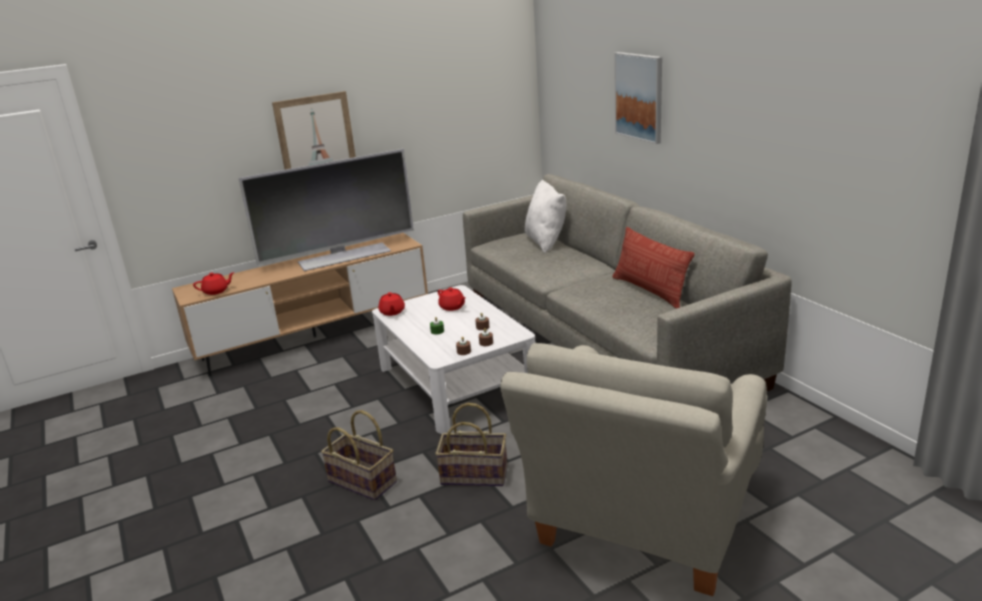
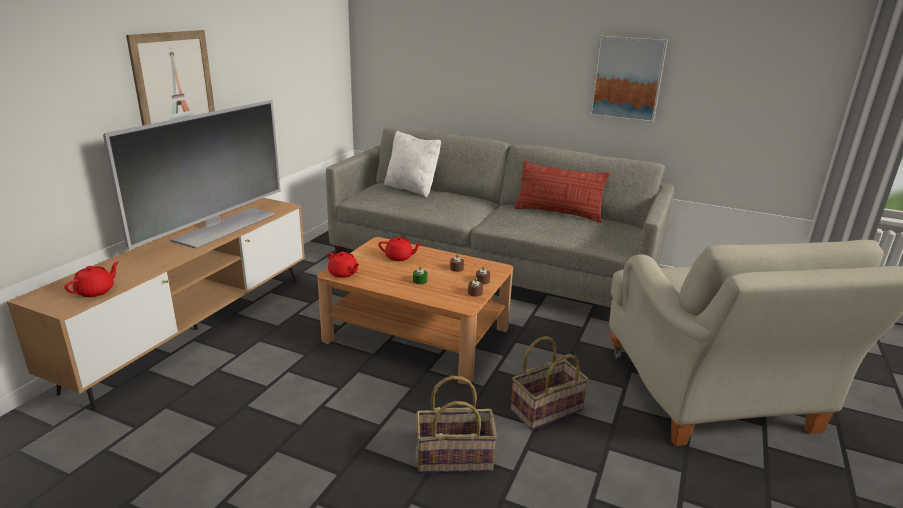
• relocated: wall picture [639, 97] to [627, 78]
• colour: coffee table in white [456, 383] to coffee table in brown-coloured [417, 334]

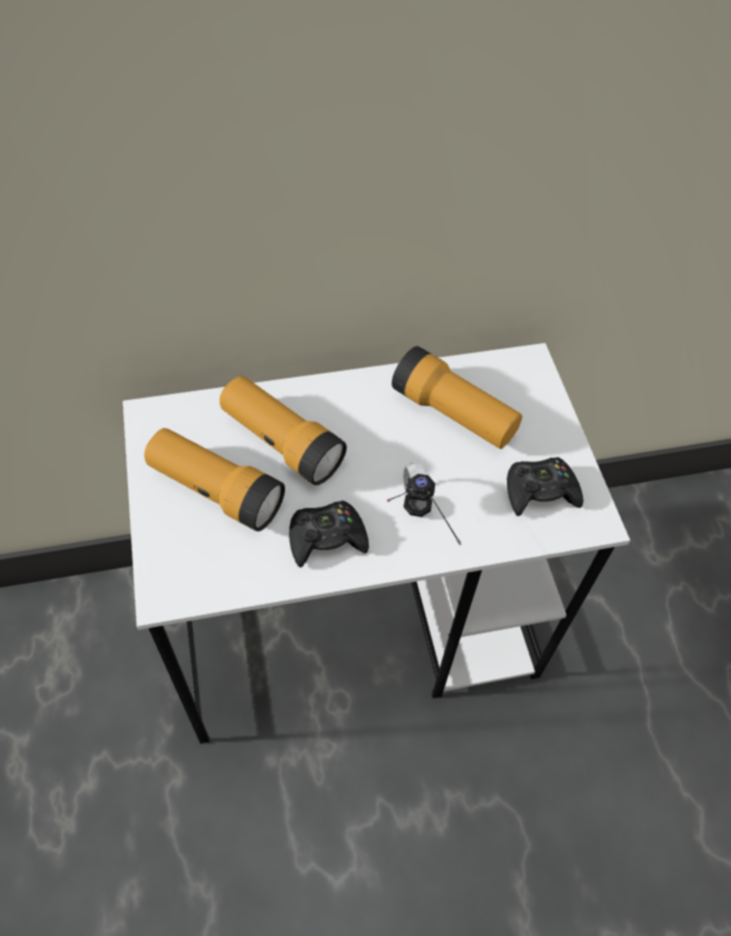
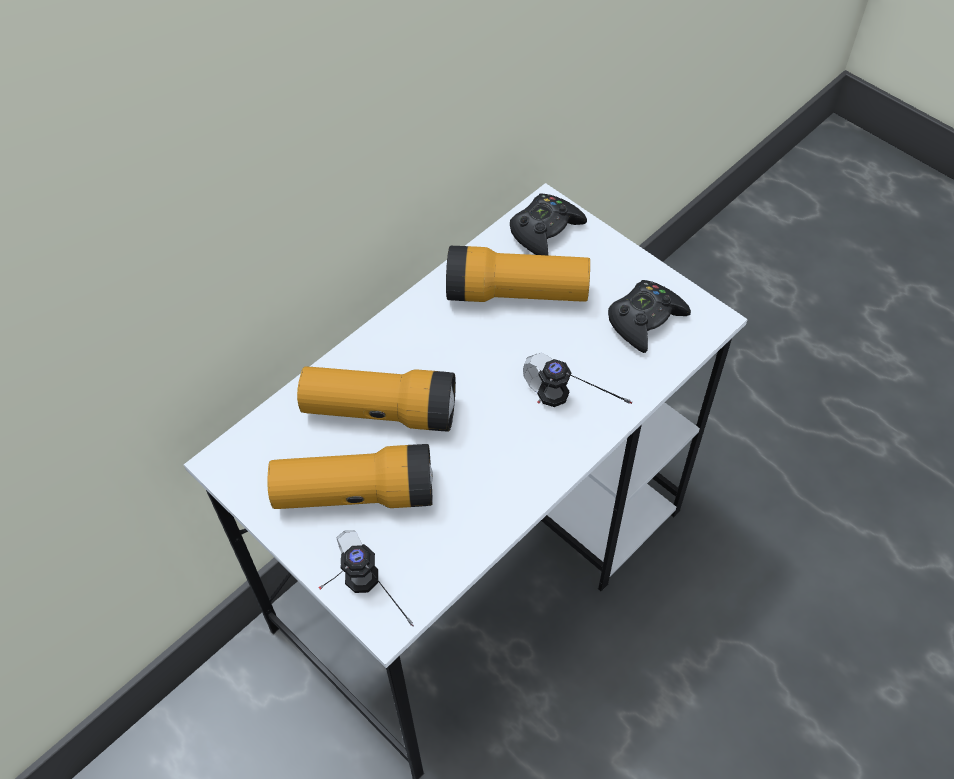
• appeared: headset [361, 604]
• relocated: gamepad in blackish [327, 538] to [545, 231]

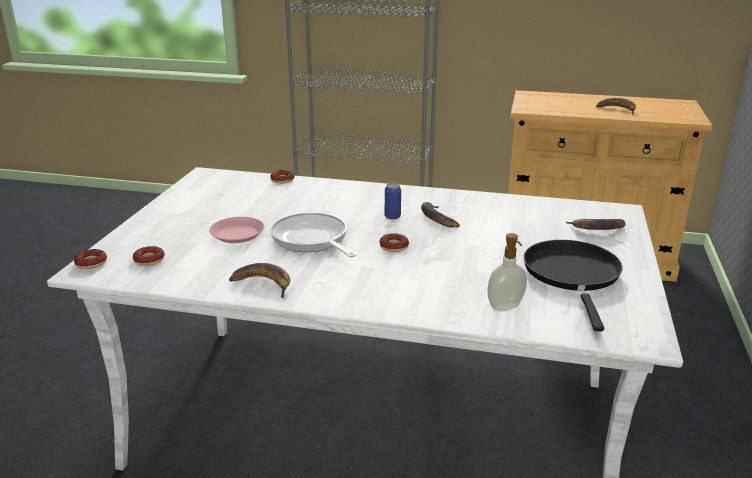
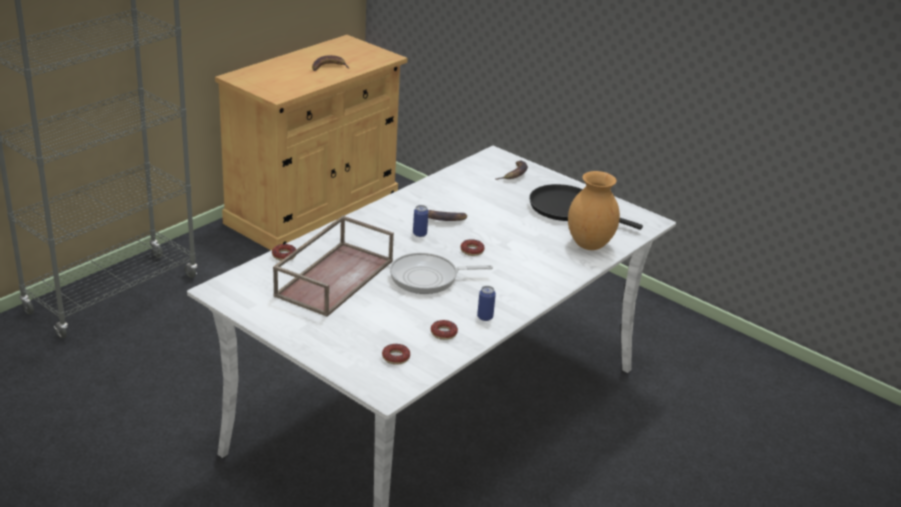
• missing: flat dish in pink-coloured [237, 234]
• appeared: tray in brown-coloured [334, 277]
• relocated: doughnut [91, 263] to [443, 333]
• exchanged: banana fruit [263, 284] to can [485, 317]
• exchanged: soap bottle [506, 307] to vase in brown-coloured [588, 245]

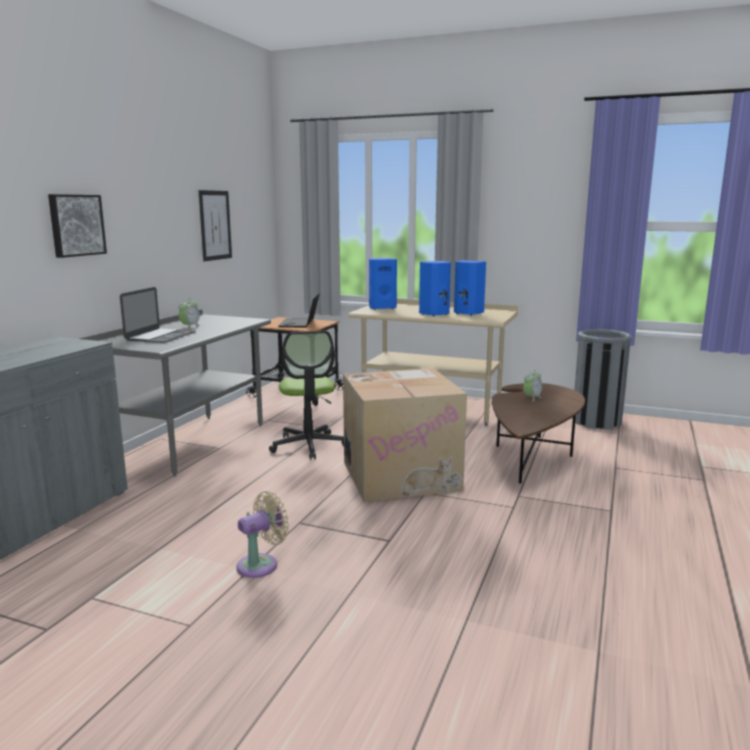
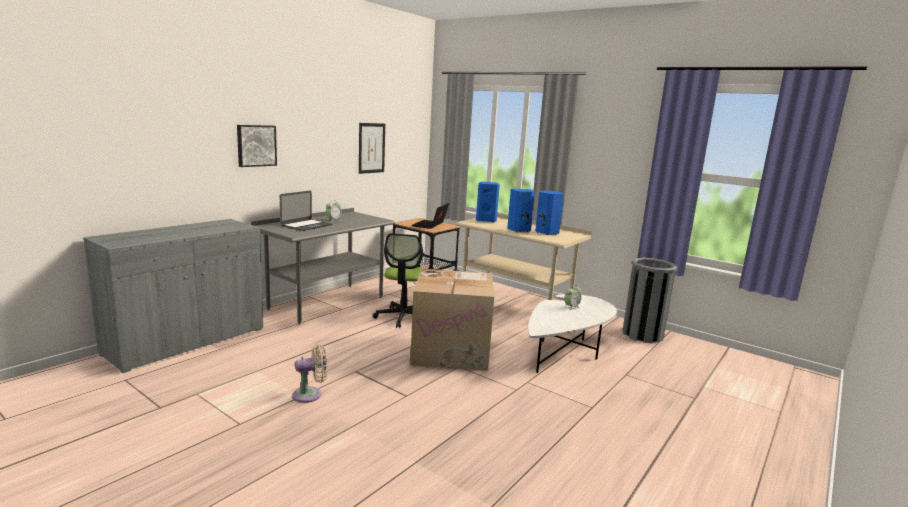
• colour: coffee table in brown-coloured [533, 454] to coffee table in white [566, 352]

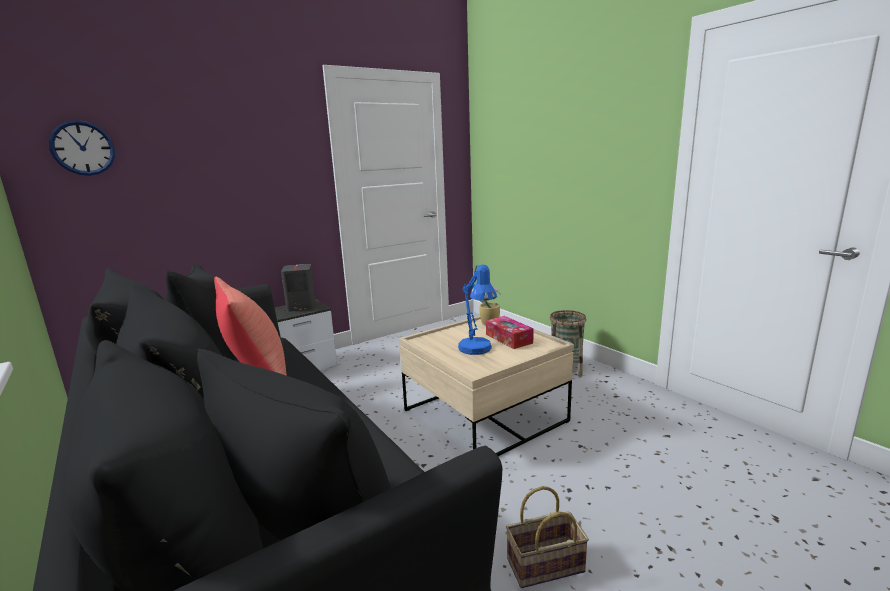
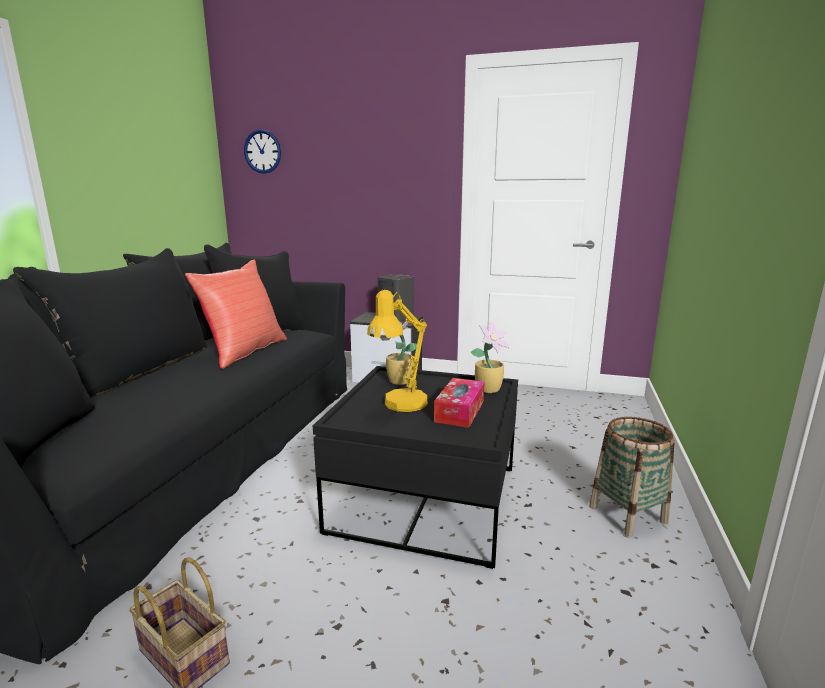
• appeared: houseplant [398, 381]
• colour: coffee table in beige-coloured [484, 416] to coffee table in blackish [425, 499]
• colour: table lamp in blue [477, 351] to table lamp in yellow-coloured [400, 406]

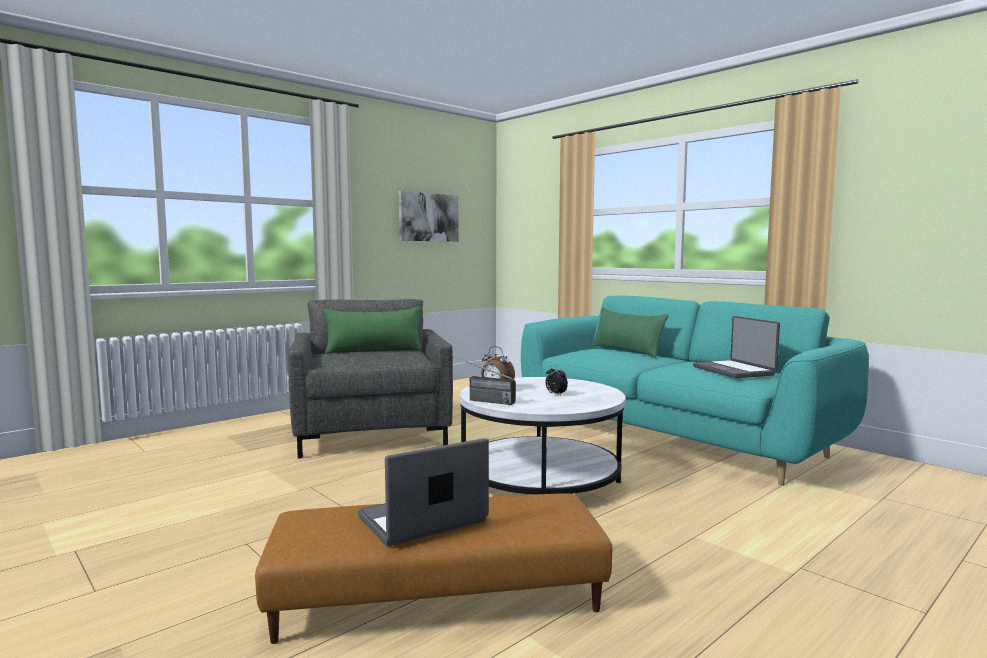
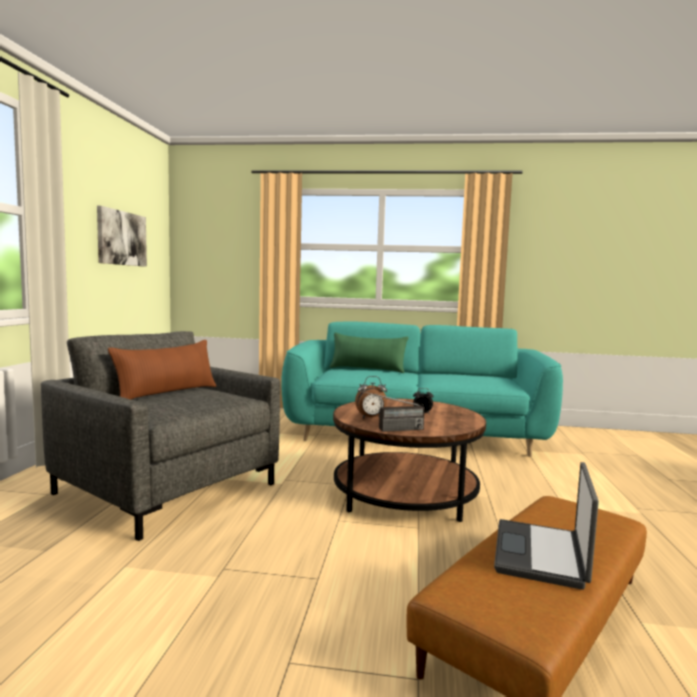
• missing: notebook computer [734, 371]
• colour: cushion in green-coloured [374, 351] to cushion in brown-coloured [167, 393]
• colour: coffee table in white [540, 480] to coffee table in brown-coloured [405, 494]

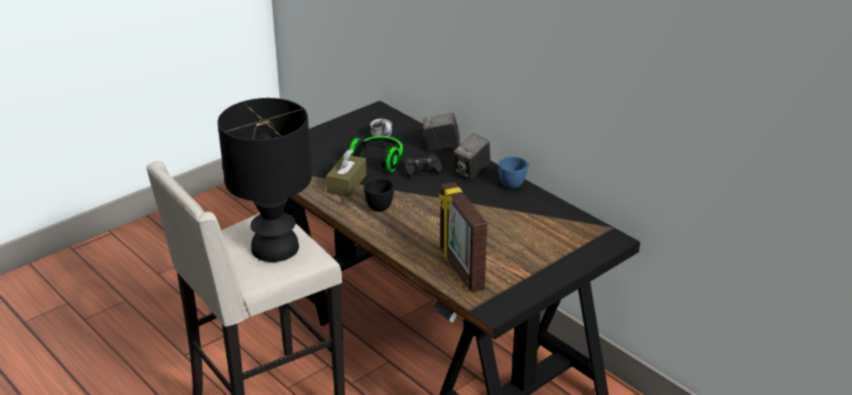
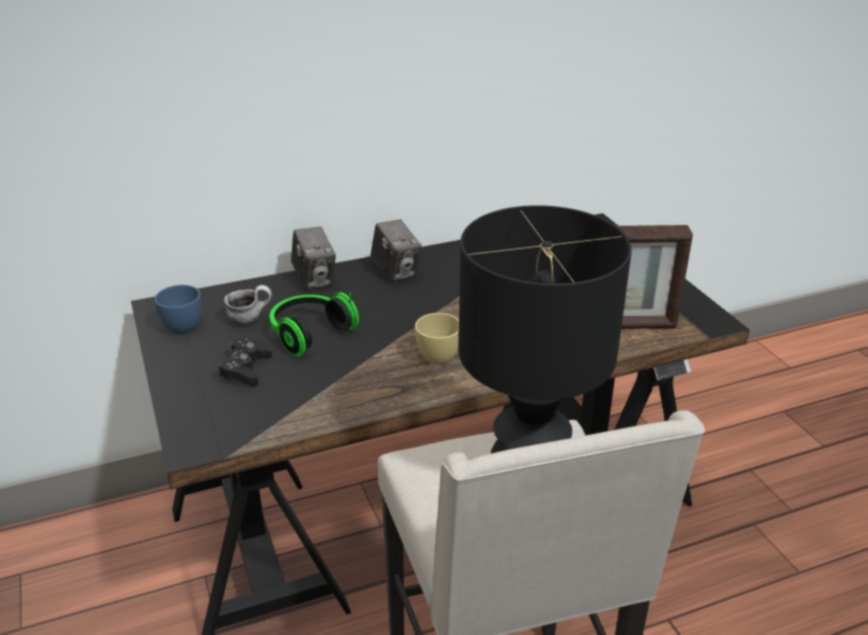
• missing: box of tissues in brown-coloured [346, 183]
• relocated: gamepad in blackish [422, 171] to [245, 368]
• relocated: drinking cup in blue [514, 183] to [182, 324]
• colour: drinking cup in blackish [382, 205] to drinking cup in yellow-coloured [435, 354]
• spun: photo camera [441, 147] = [314, 280] 45 degrees counterclockwise

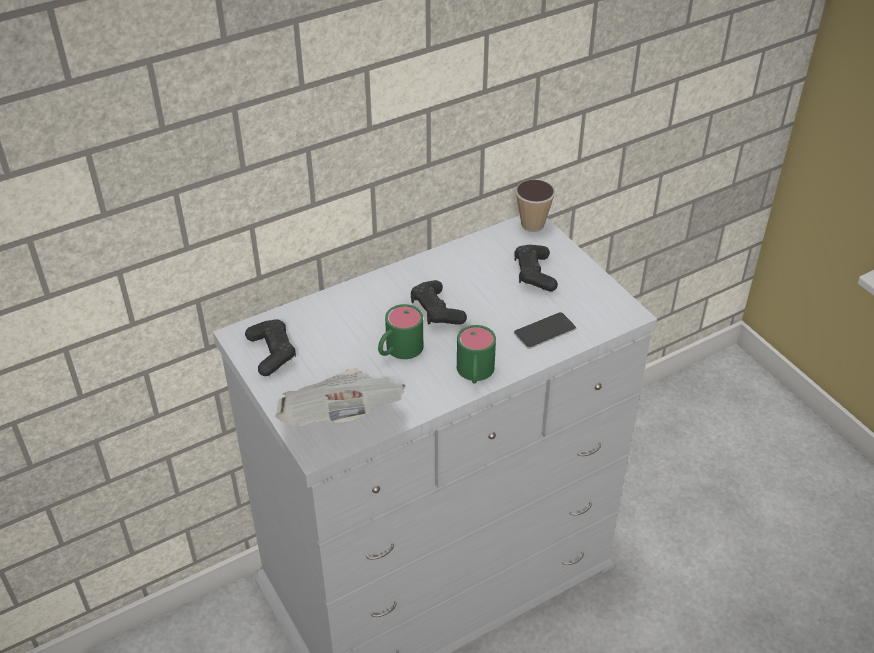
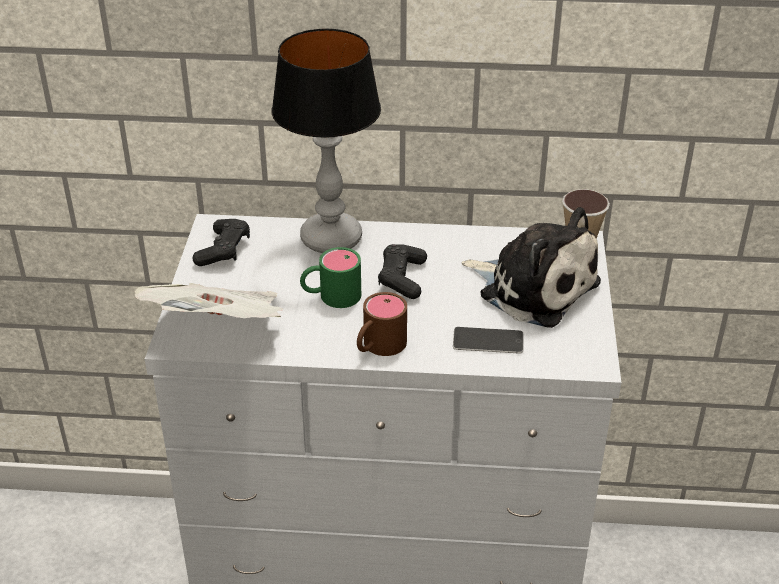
• appeared: table lamp [330, 239]
• exchanged: gamepad in blackish [534, 274] to cuddly toy [533, 287]
• colour: coffee mug in green-coloured [475, 374] to coffee mug in brown-coloured [378, 347]

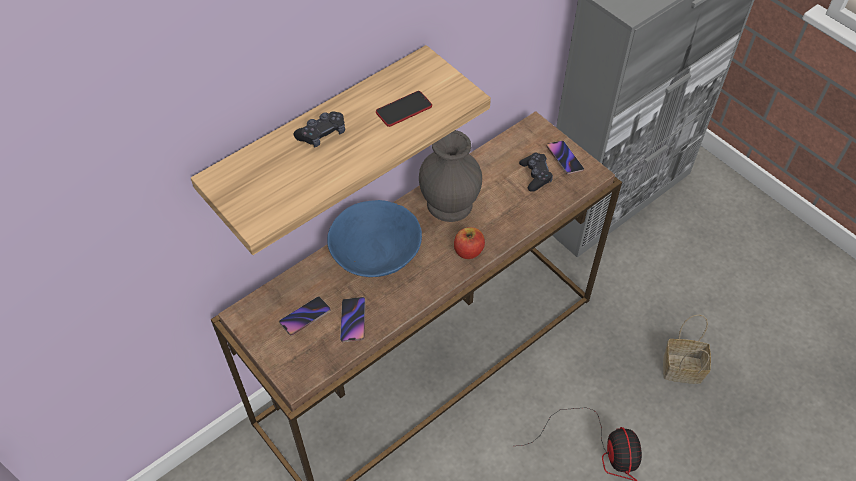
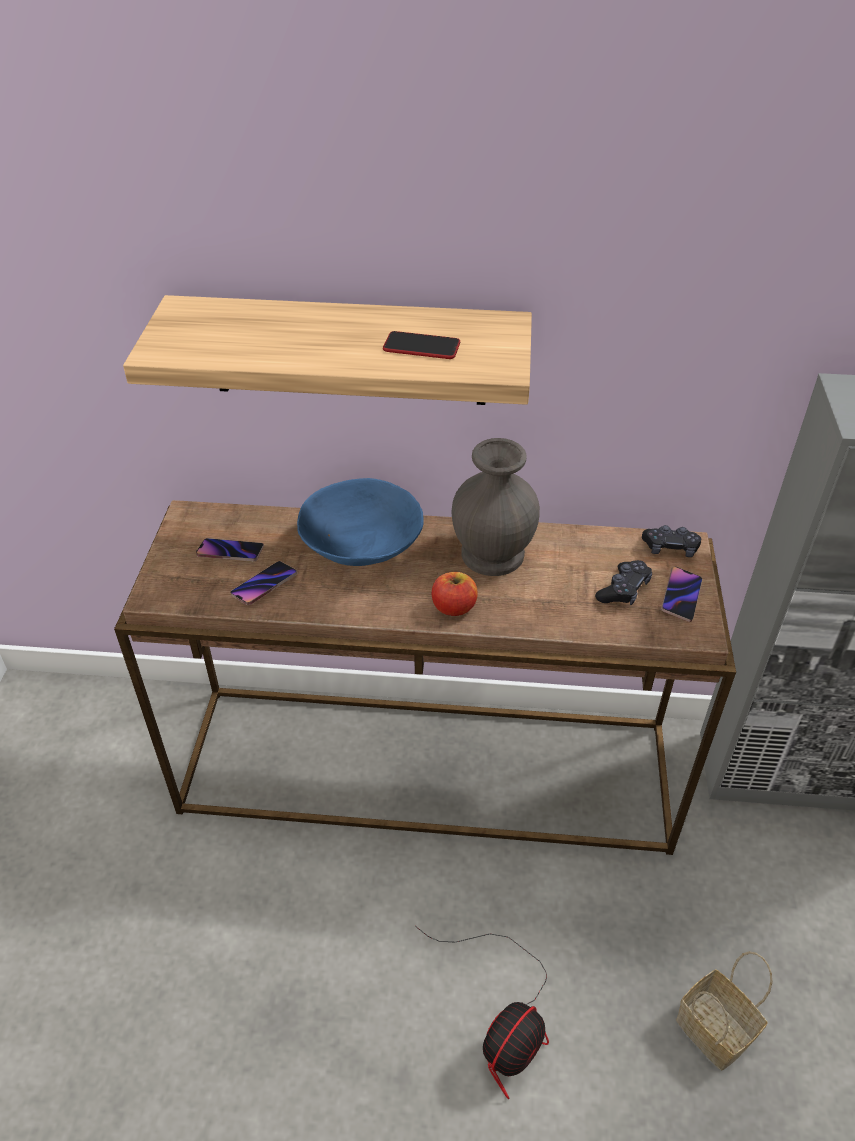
• relocated: gamepad in blackish [322, 134] to [670, 548]

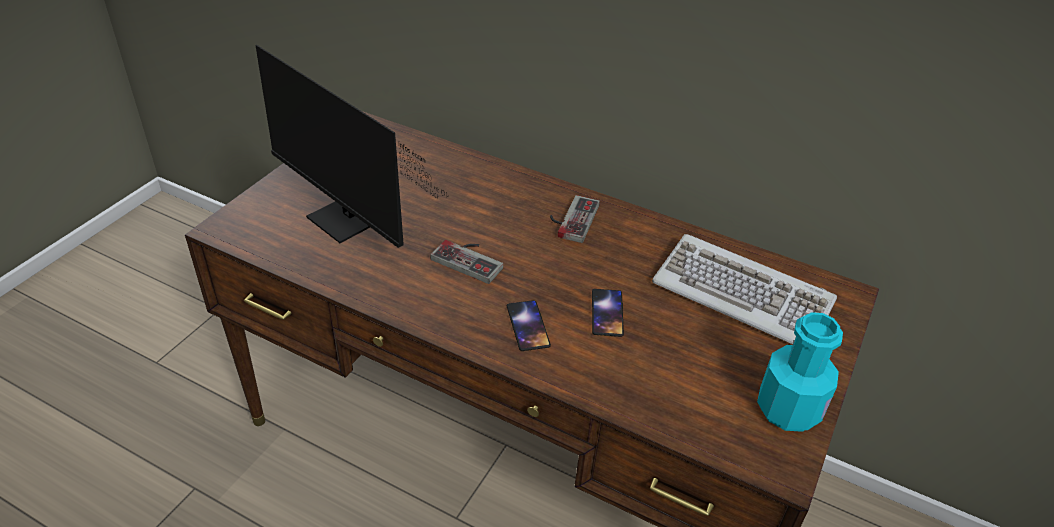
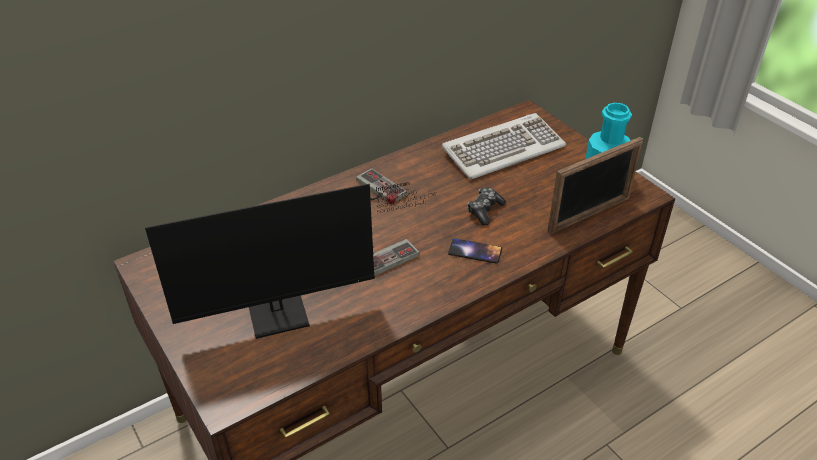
• appeared: picture frame [589, 215]
• exchanged: phone [607, 313] to gamepad [485, 210]

